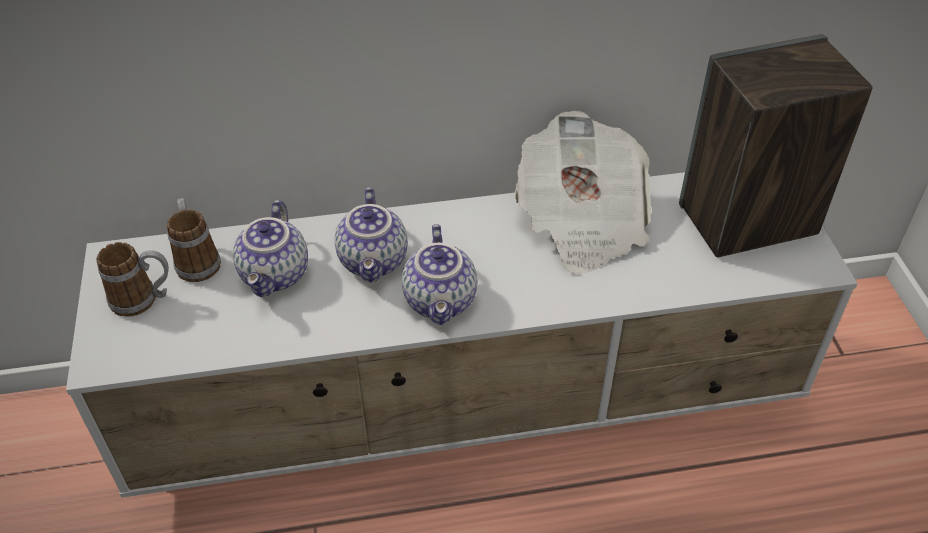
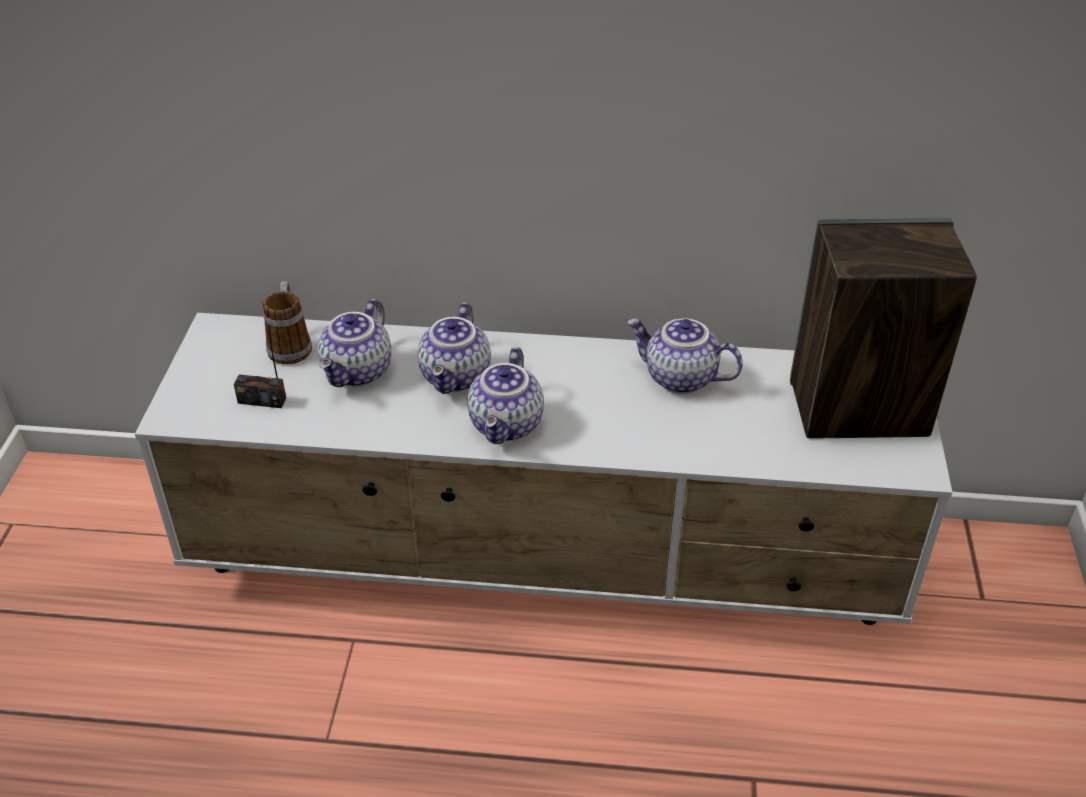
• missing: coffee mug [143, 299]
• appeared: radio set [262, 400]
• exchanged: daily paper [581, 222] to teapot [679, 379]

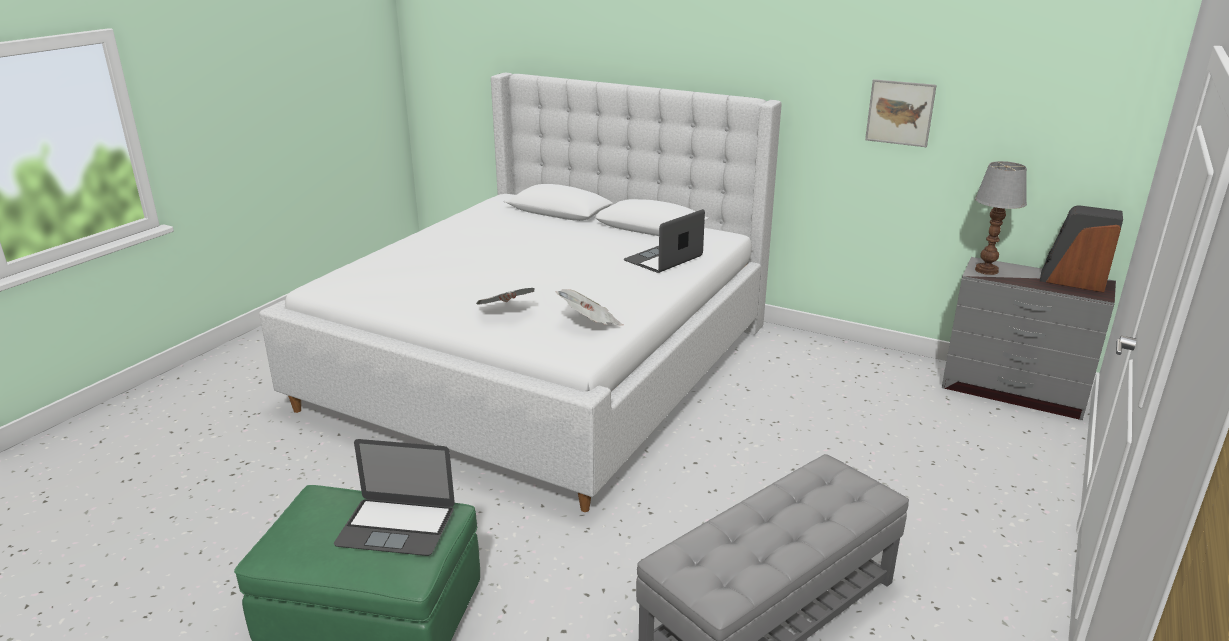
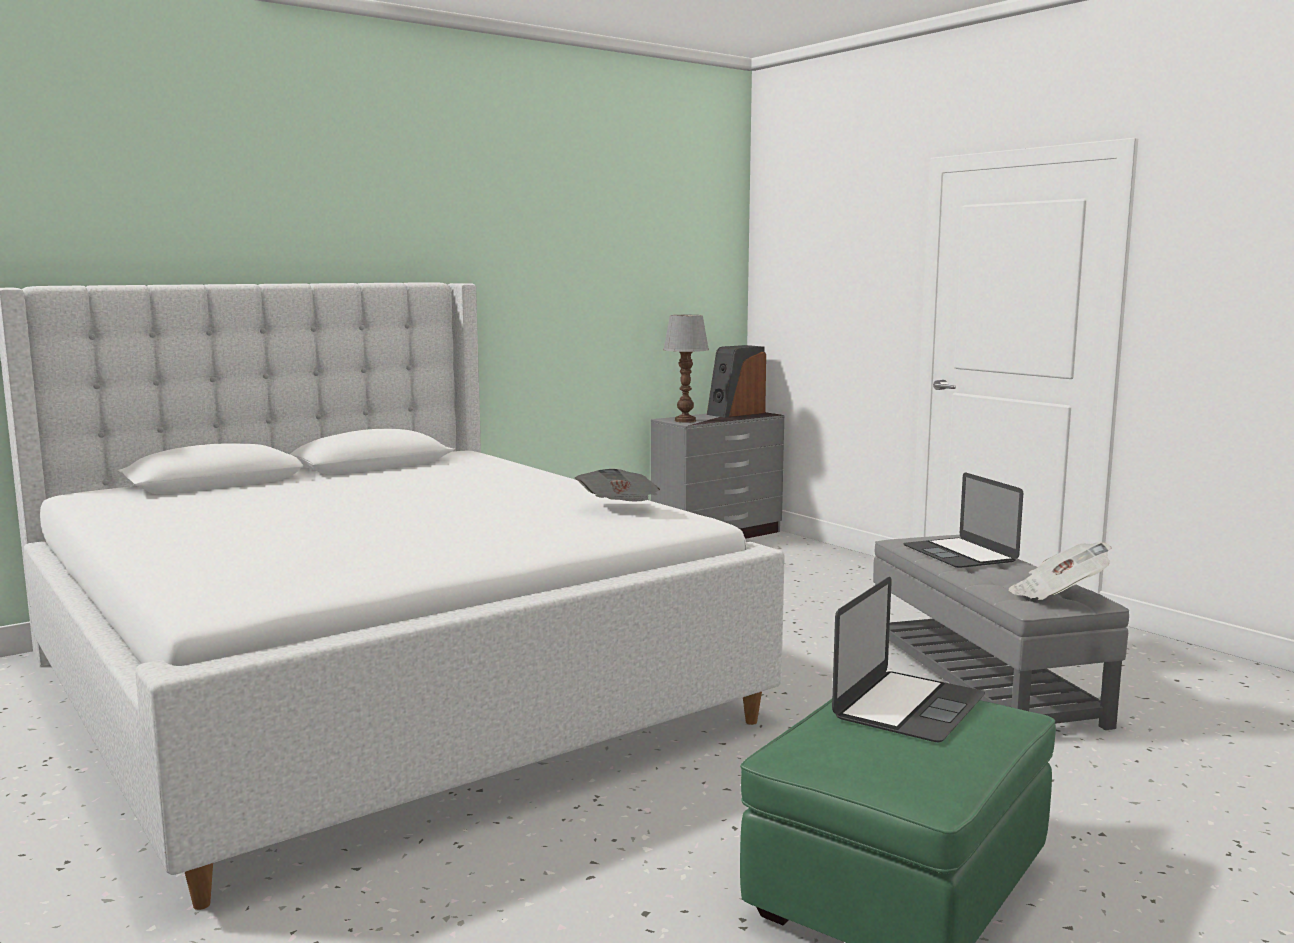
• missing: wall picture [900, 113]
• relocated: daily paper [505, 311] to [1057, 595]
• relocated: notebook computer [663, 259] to [960, 553]

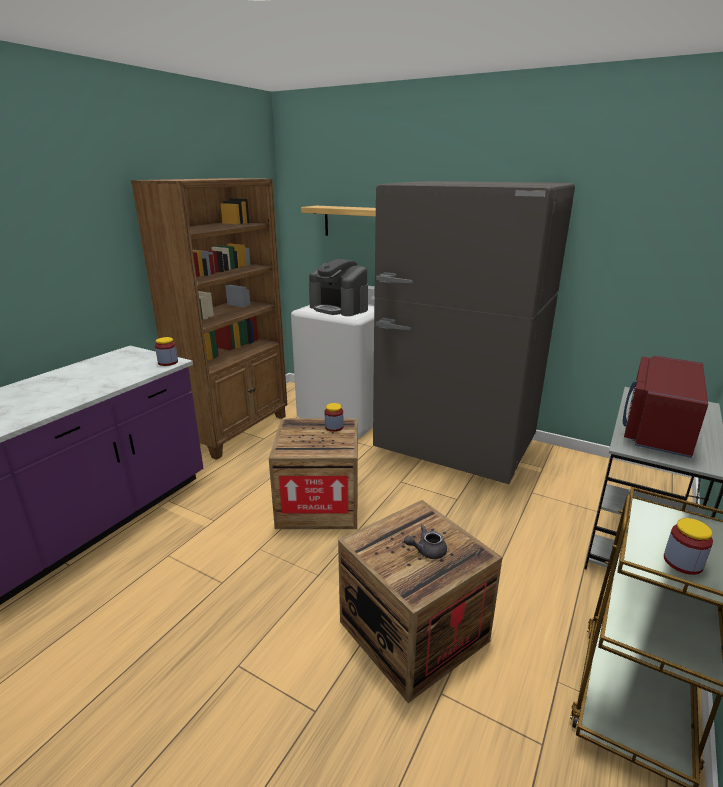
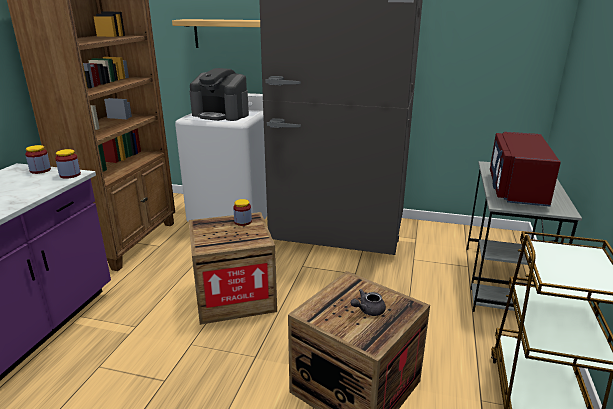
• relocated: jar [682, 562] to [40, 170]

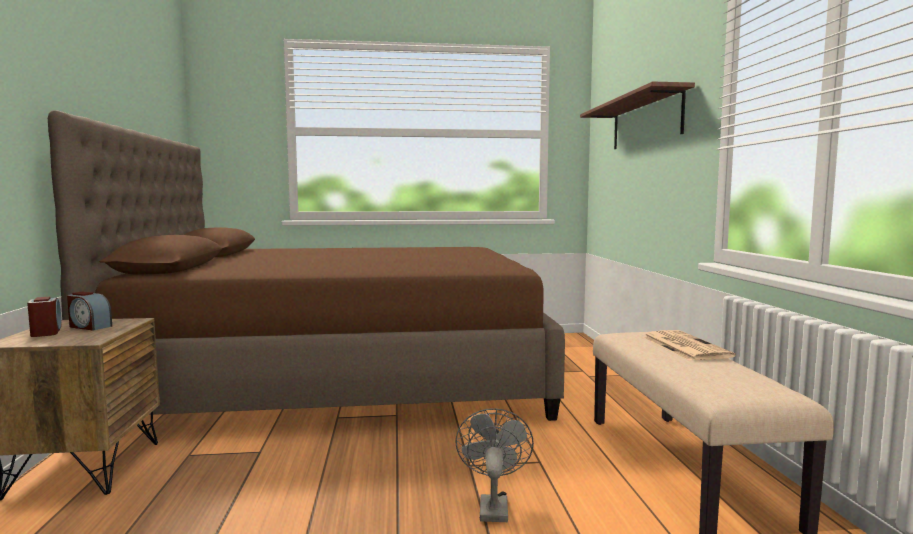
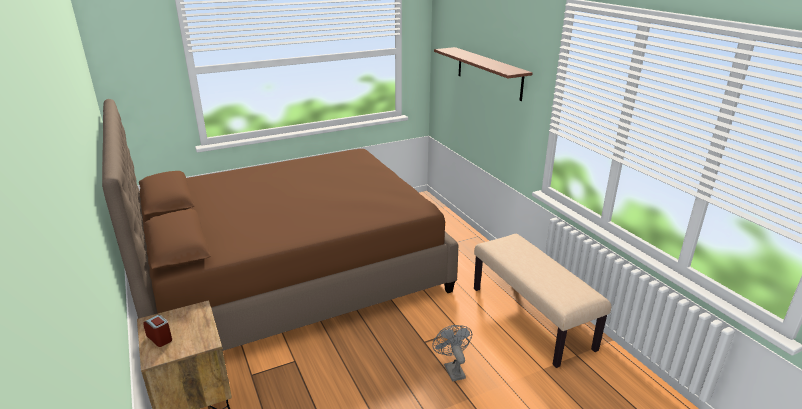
• missing: bedside clock [89, 326]
• missing: daily paper [684, 346]

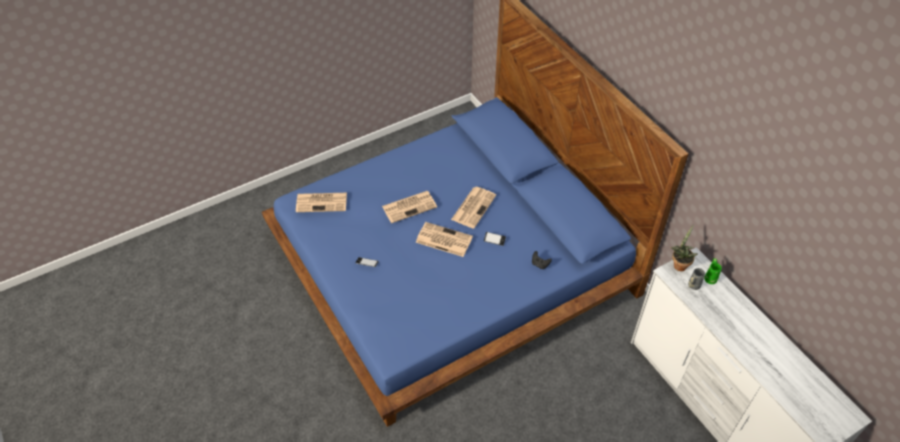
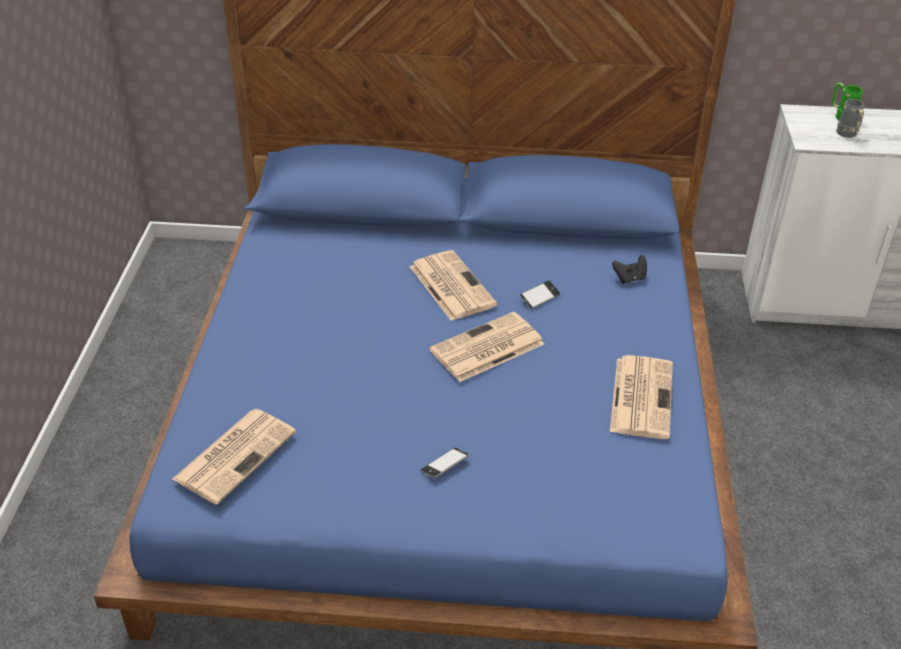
• missing: houseplant [679, 264]
• relocated: daily paper [410, 206] to [641, 396]

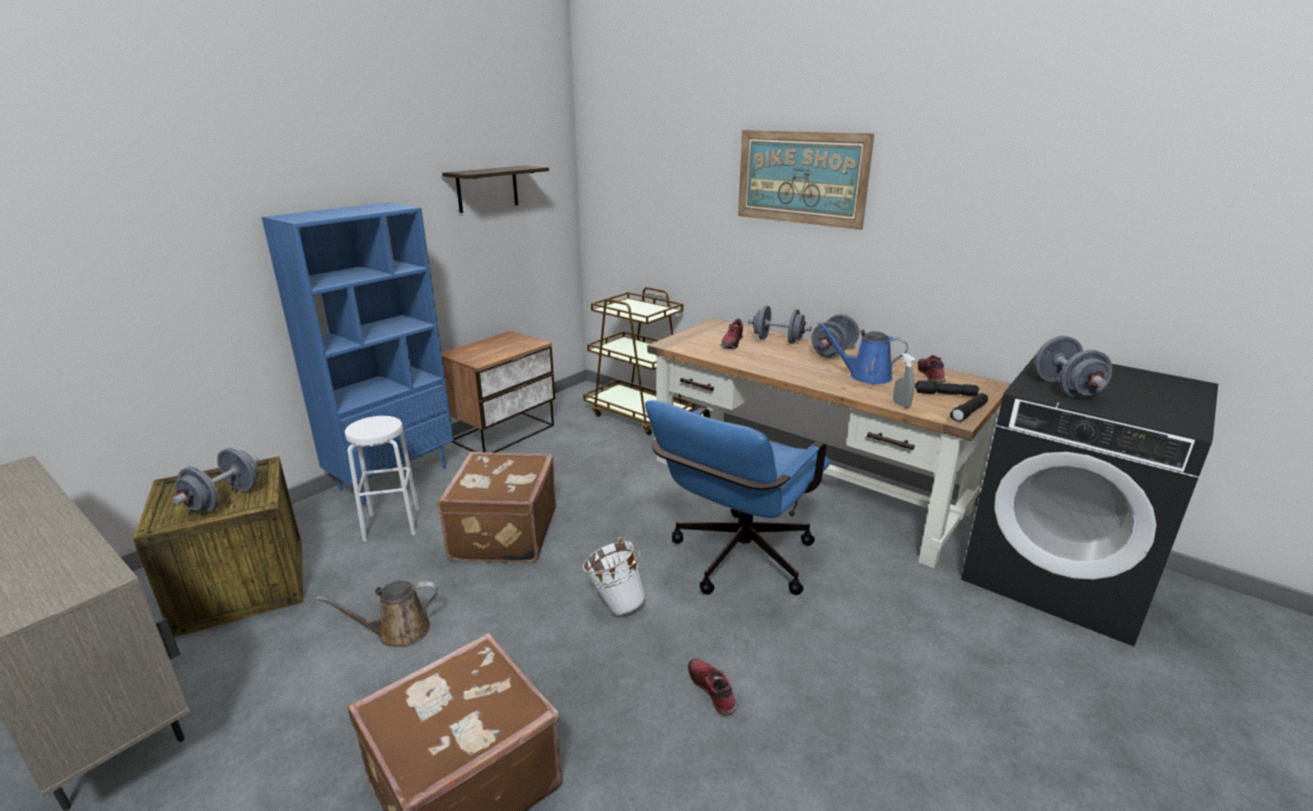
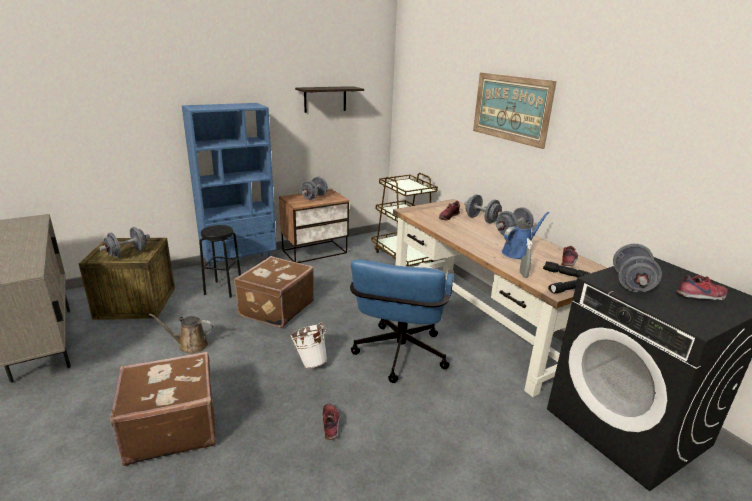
• appeared: free weight in greyish [314, 197]
• appeared: shoe [701, 296]
• colour: sitting stool in white [392, 524] to sitting stool in blackish [223, 289]
• spun: computer chair in blue [735, 562] = [398, 358] 45 degrees counterclockwise
• spun: sprinkling can in blue [865, 376] = [518, 252] 105 degrees clockwise

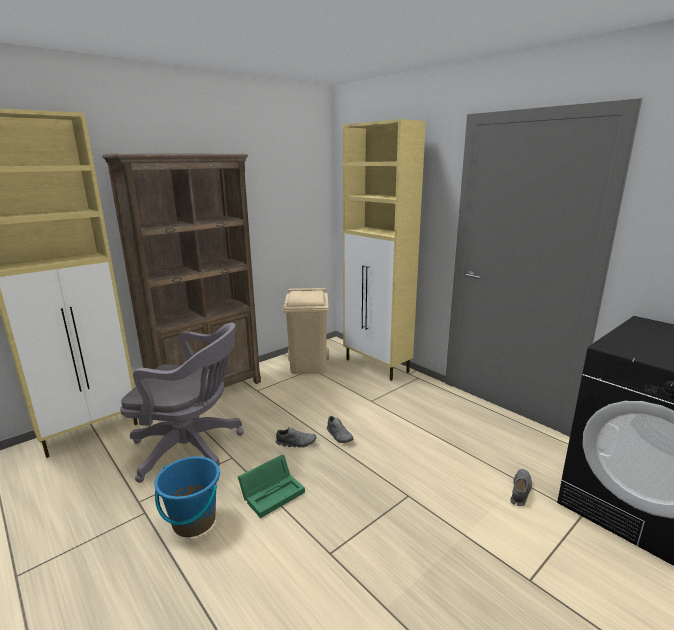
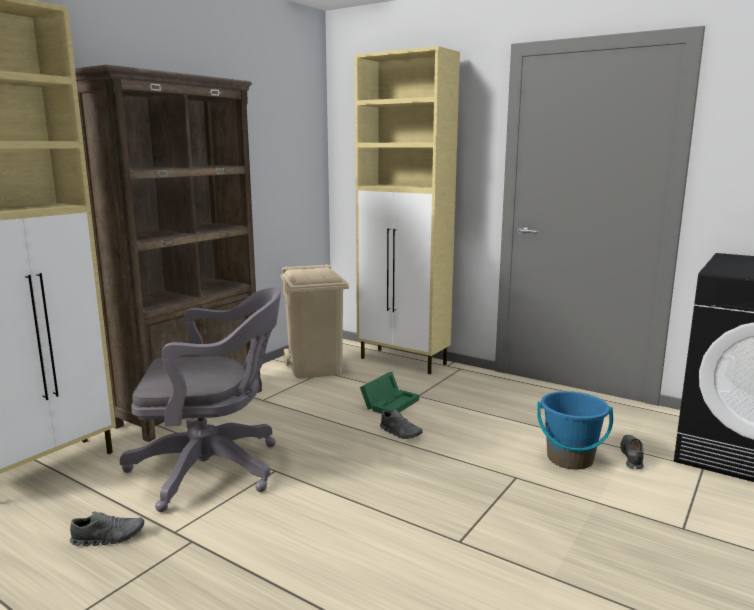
• relocated: water bucket in blue [194, 521] to [570, 459]
• relocated: storage bin in green-coloured [273, 492] to [390, 403]
• relocated: shoe in greyish [296, 443] to [108, 538]

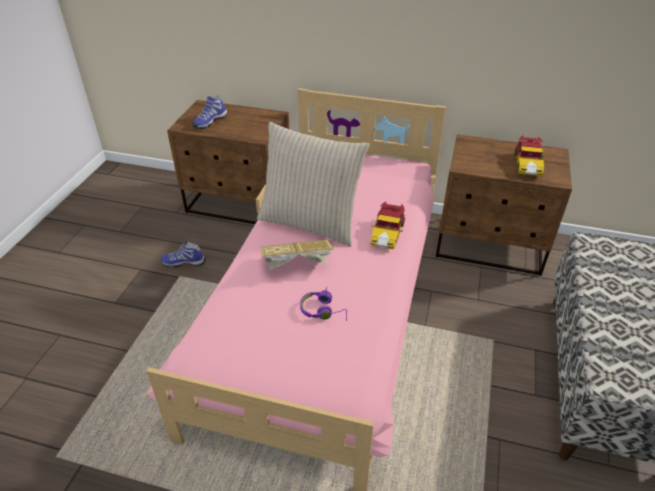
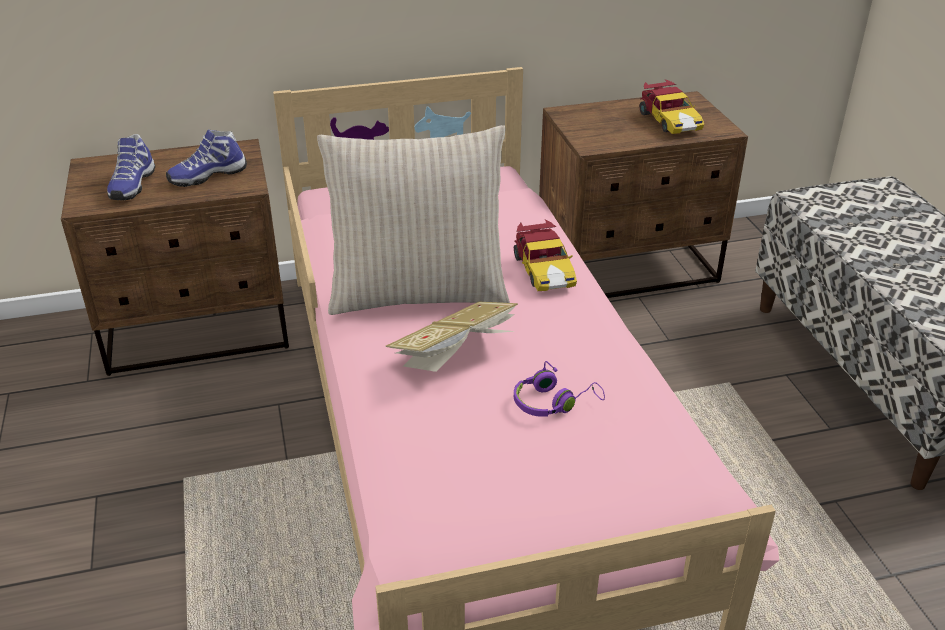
• relocated: shoe [184, 262] to [207, 176]

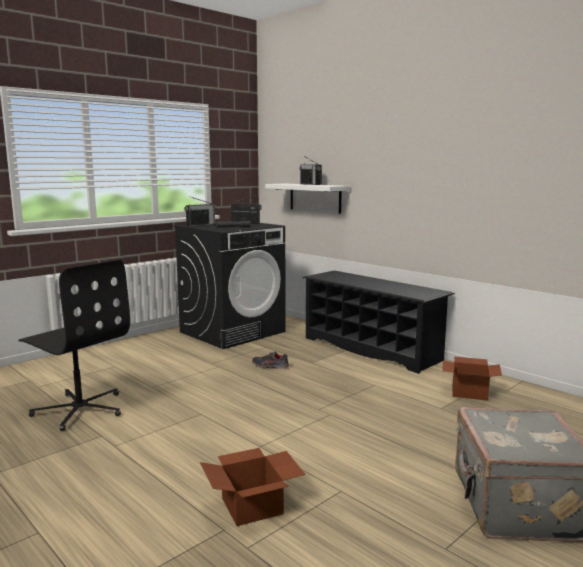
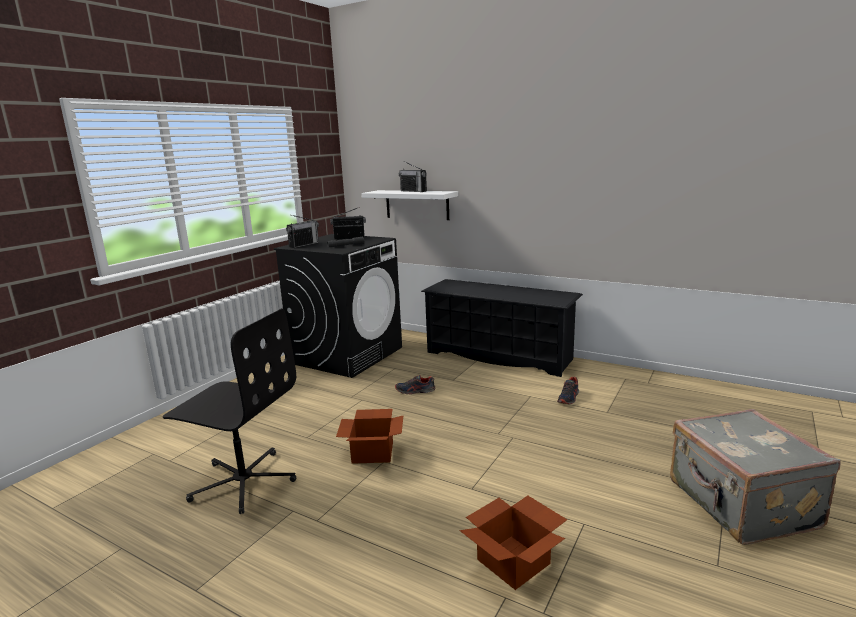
• appeared: shoe [568, 398]
• relocated: packing box [470, 391] to [373, 451]

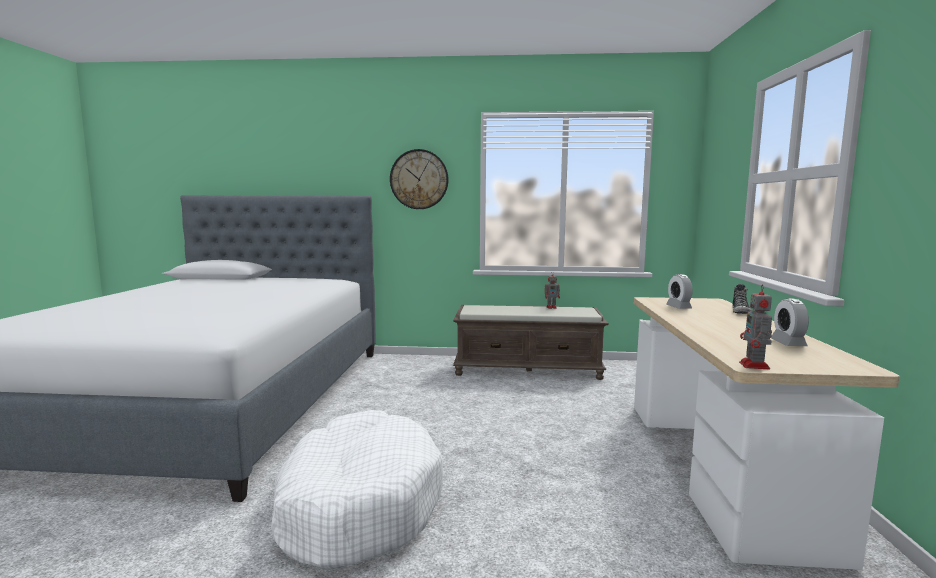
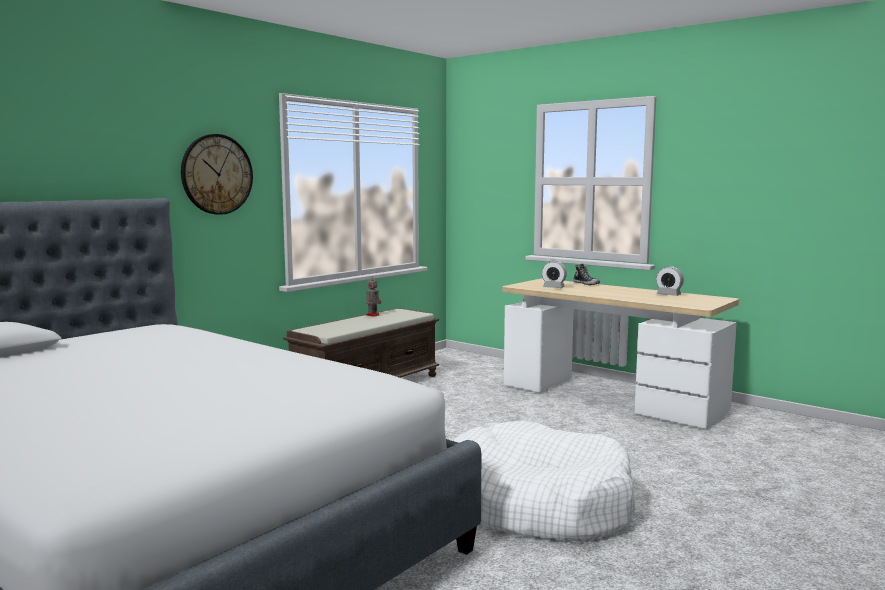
• missing: robot figure [754, 366]

